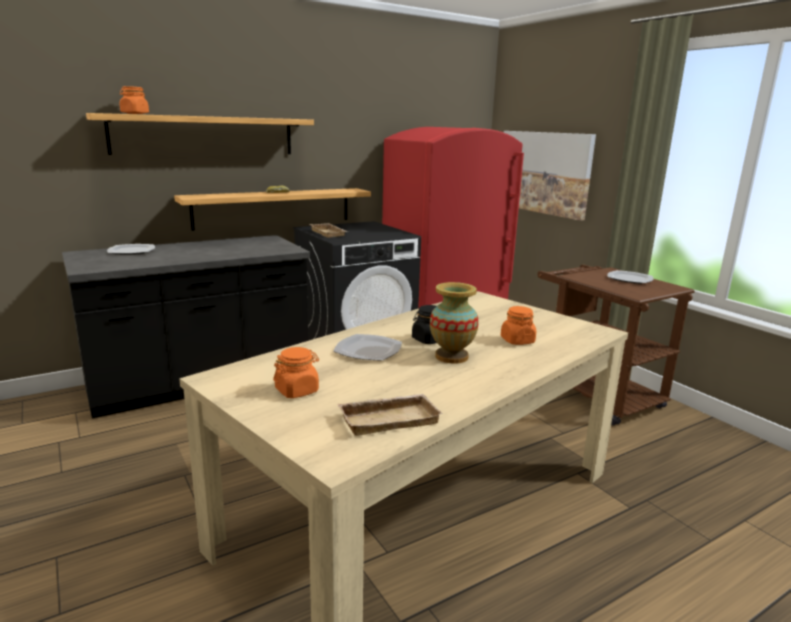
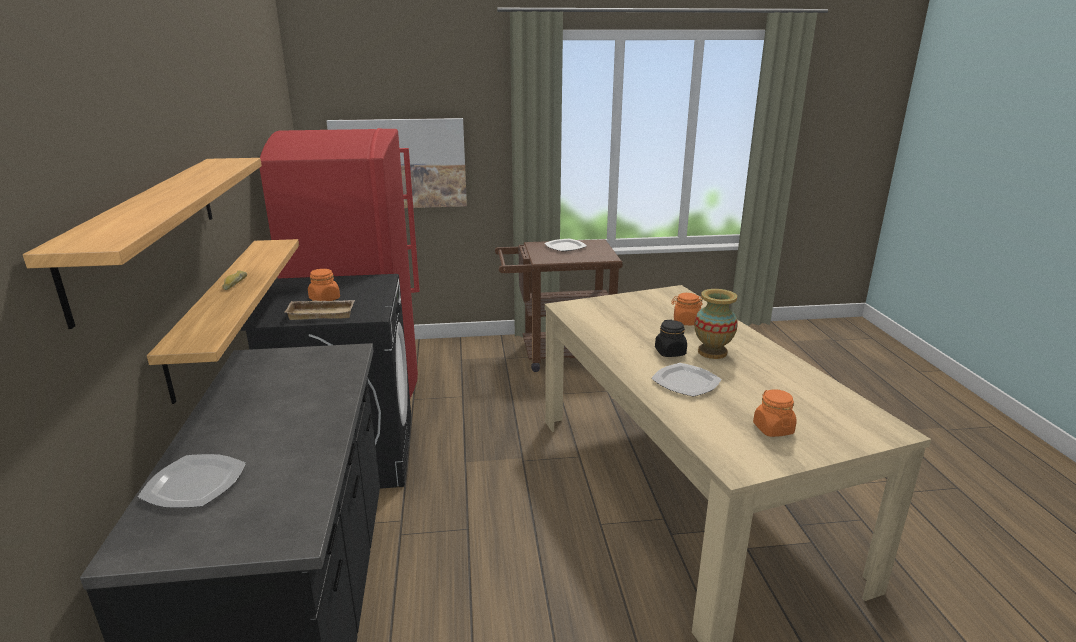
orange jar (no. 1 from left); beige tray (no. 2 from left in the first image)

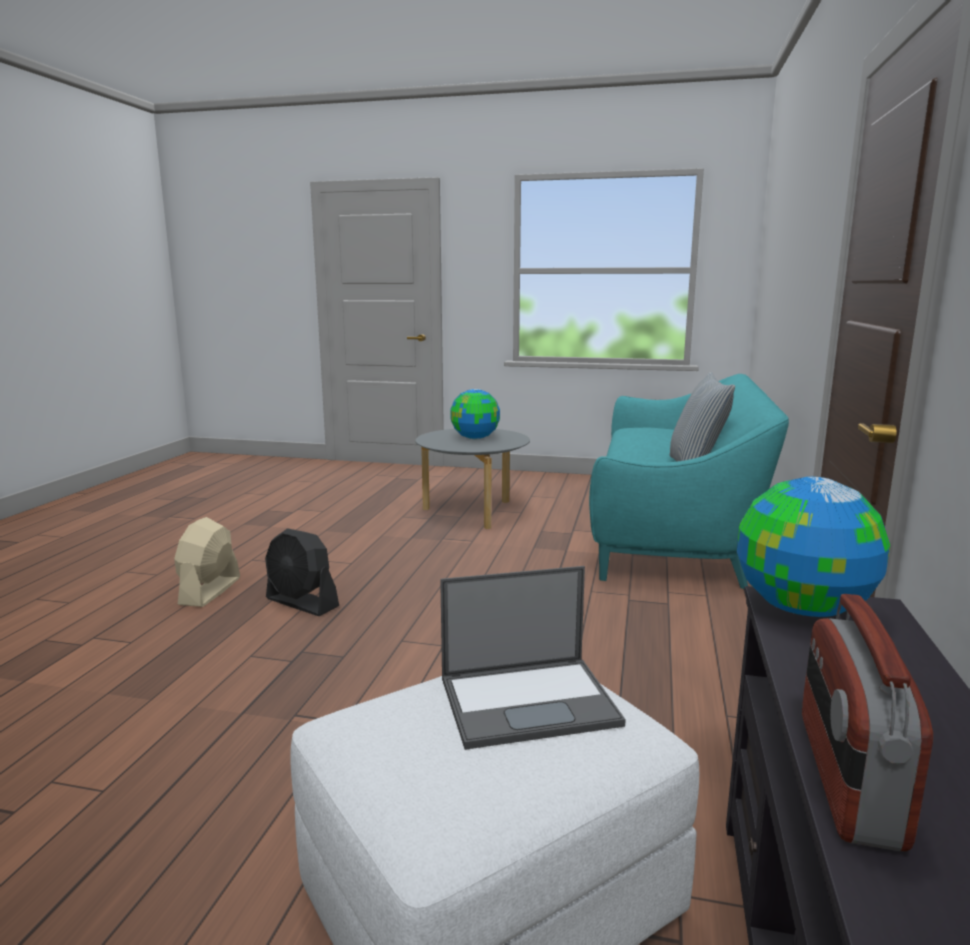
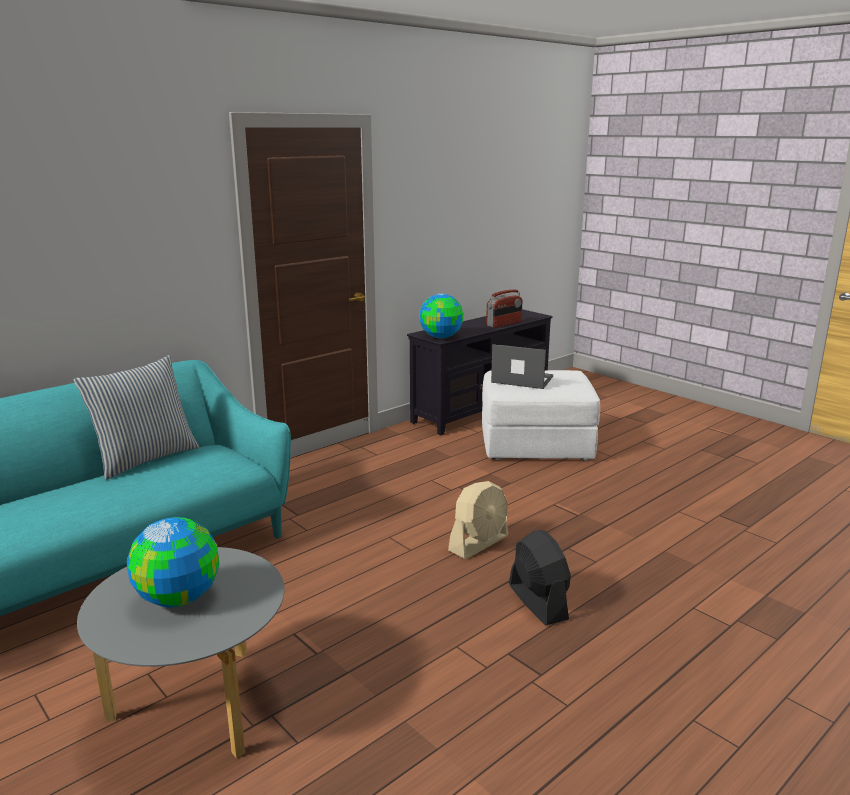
beige fan

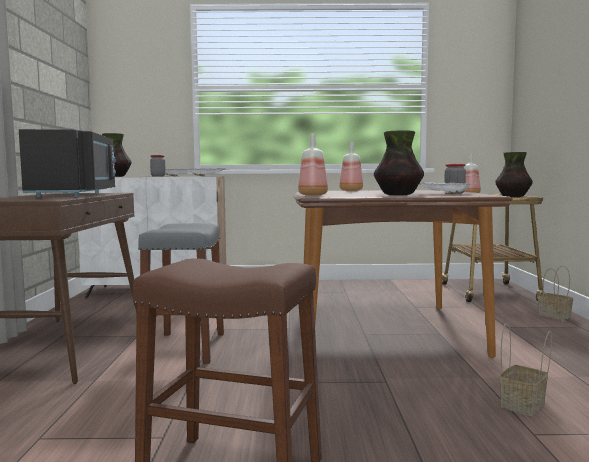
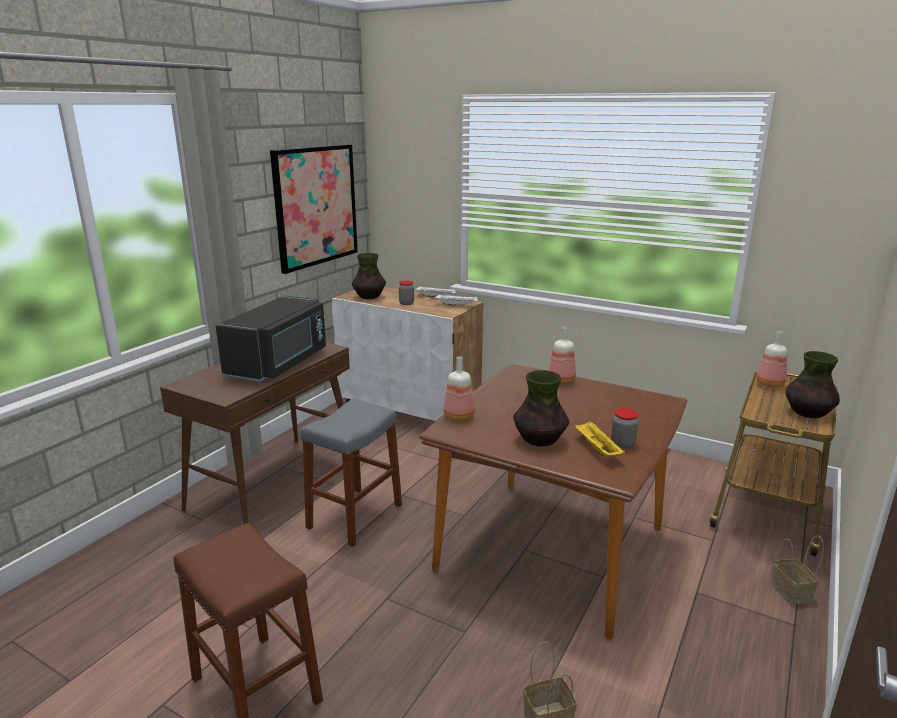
yellow tray; picture

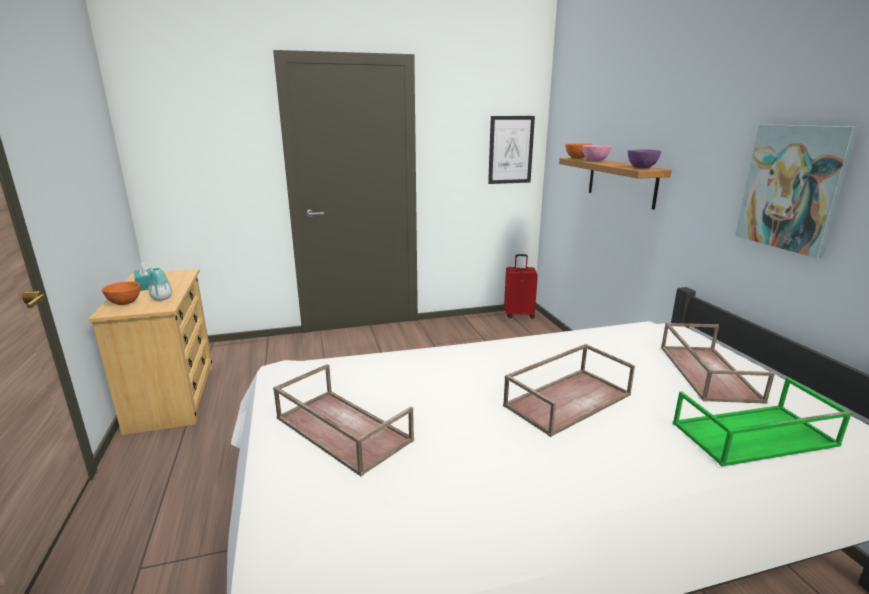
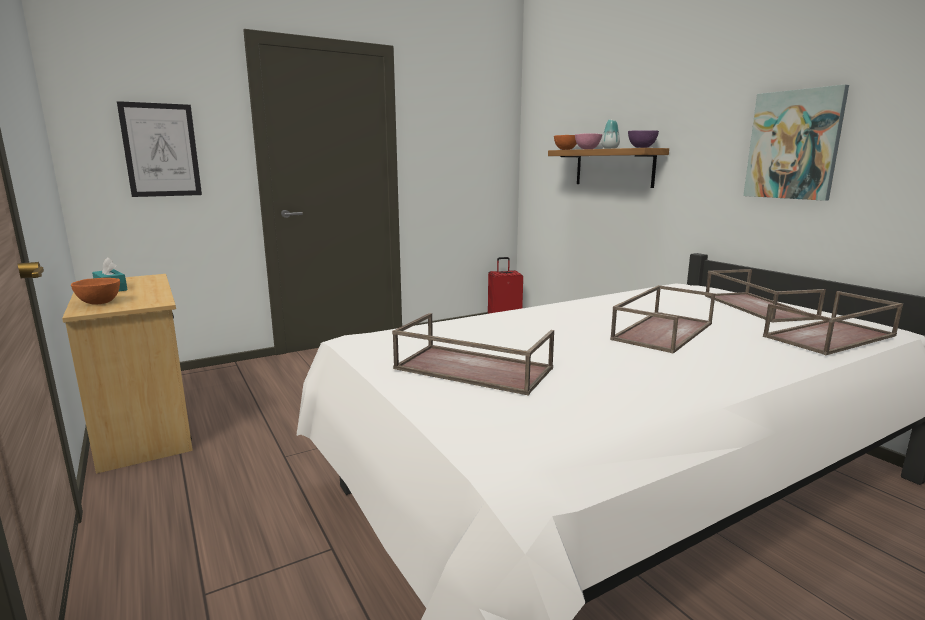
vase; picture (no. 1 from left); brown tray (no. 4 from left)

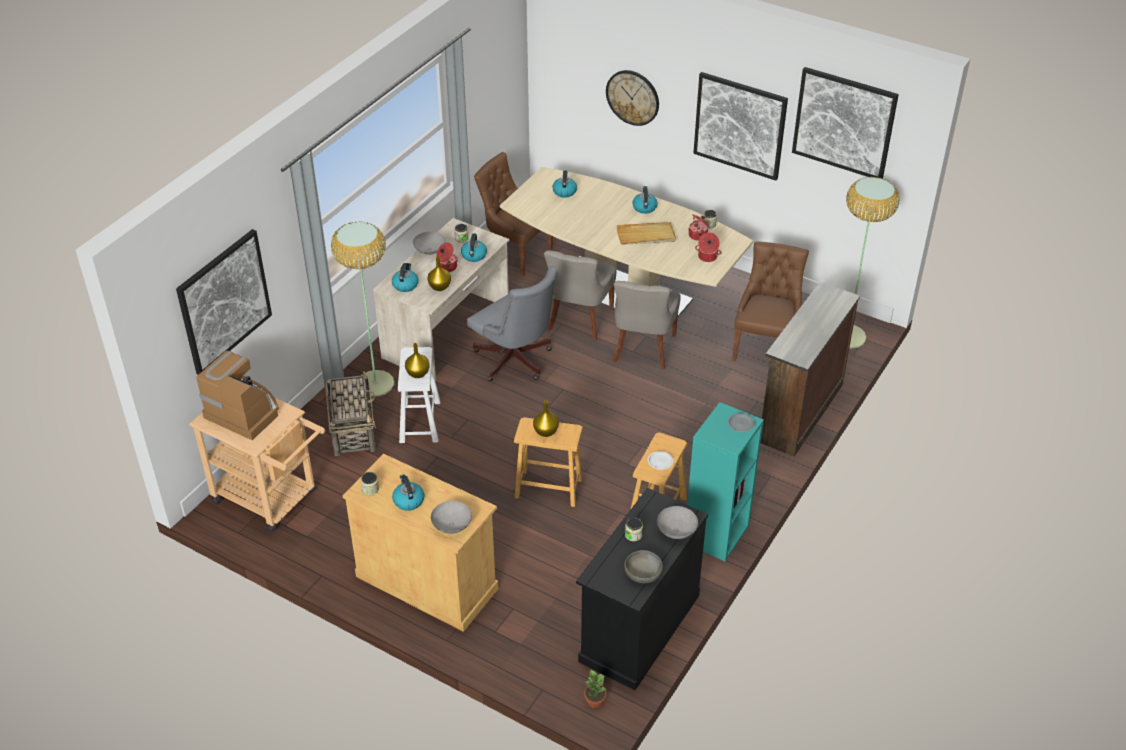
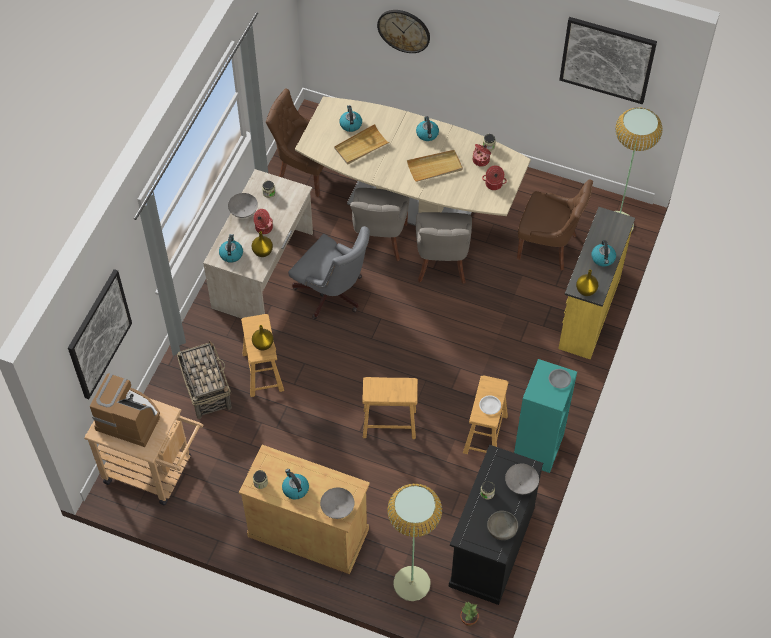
floor lamp (no. 1 from left); brown stool (no. 1 from left); kettle (no. 5 from left); yellow vase (no. 3 from left); picture (no. 2 from left in the first image); brown chair (no. 2 from left); yellow dresser; beige tray (no. 1 from left)

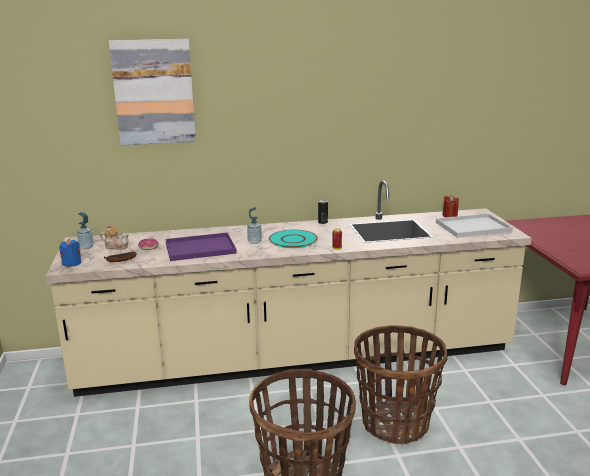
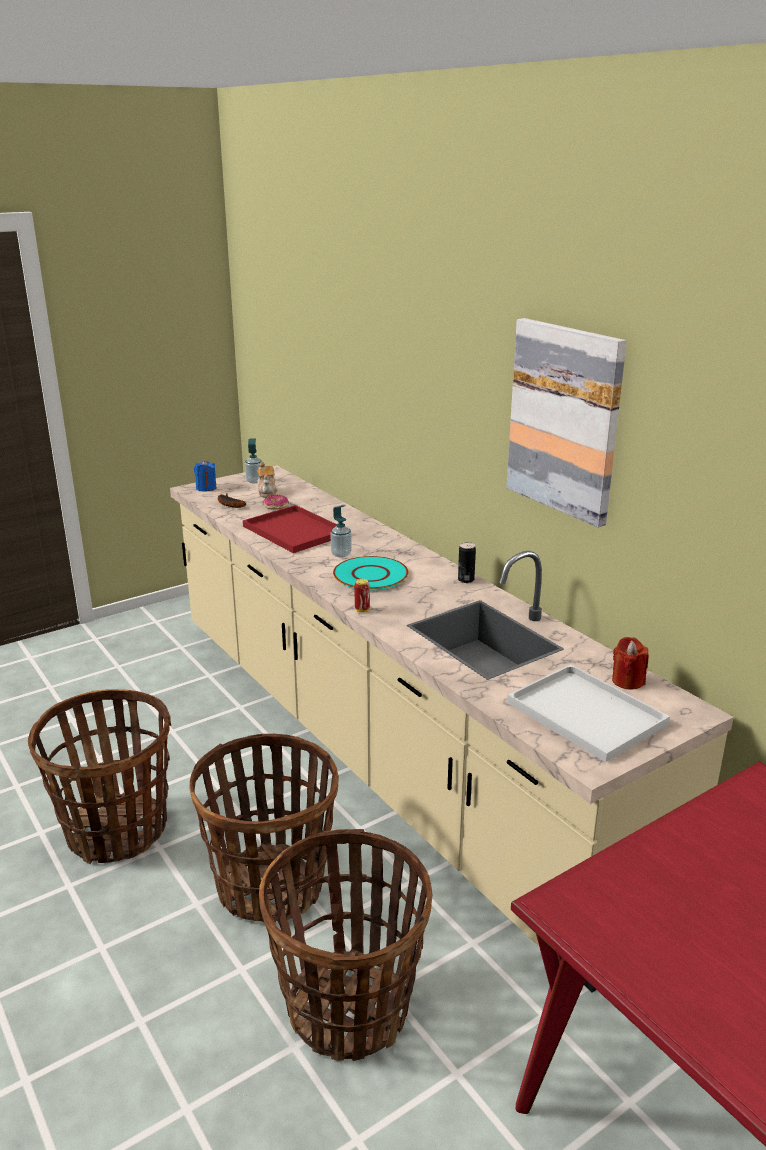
picture; red tray; basket (no. 3 from left)

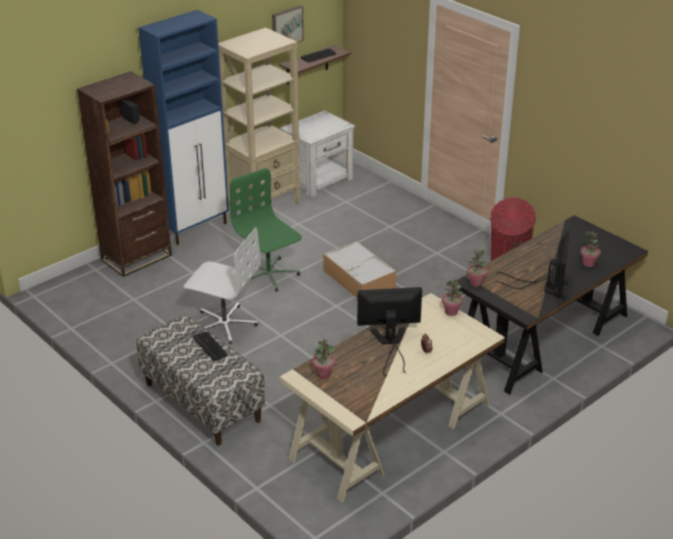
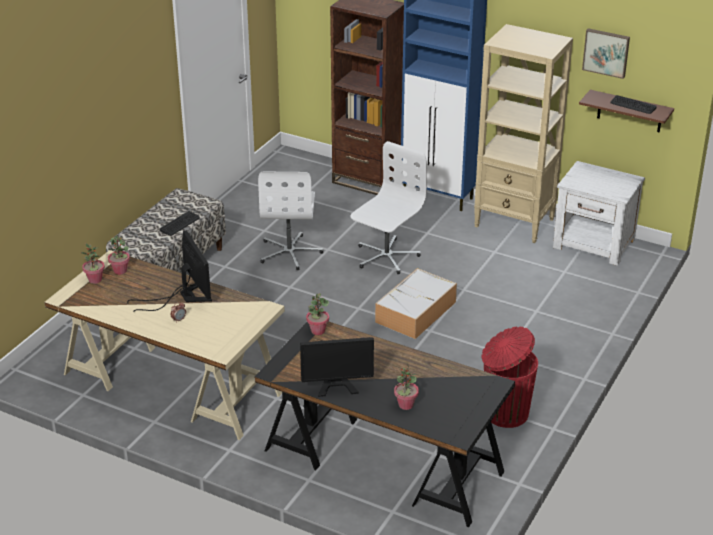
white office chair (no. 2 from left); potted plant (no. 1 from left)

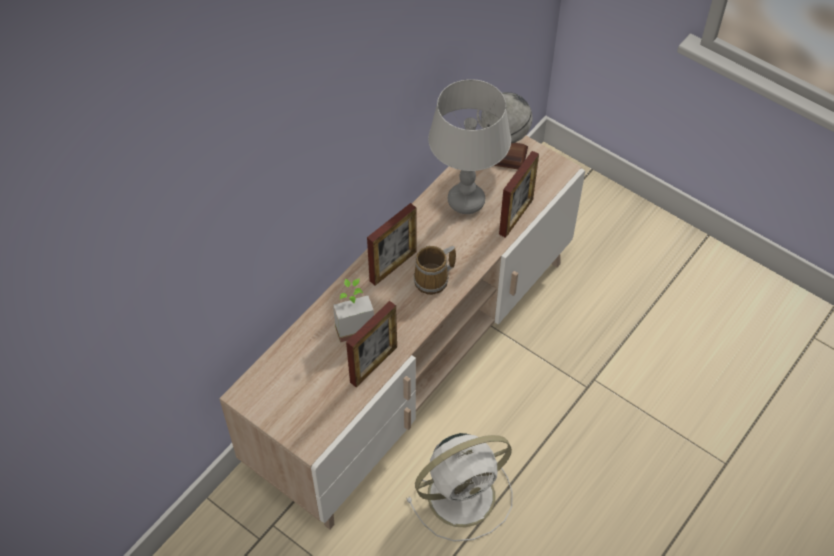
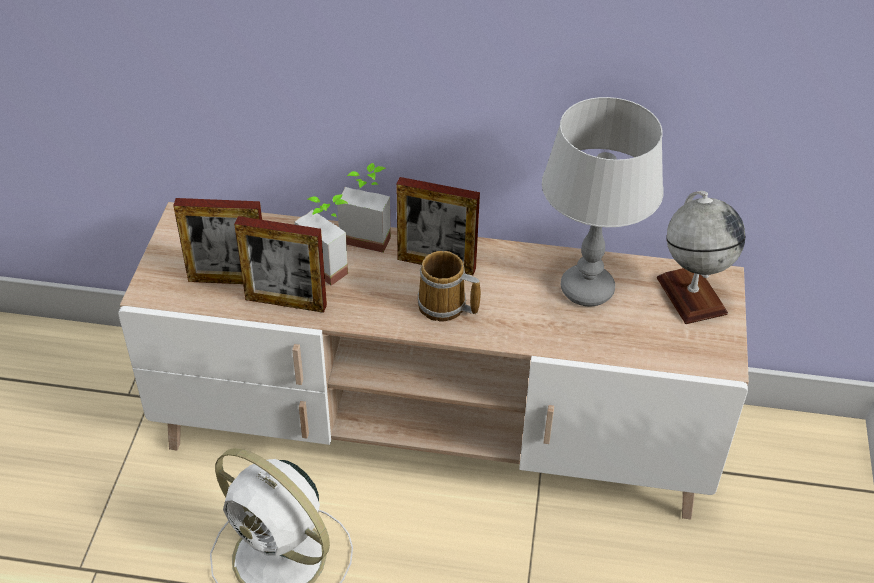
picture frame (no. 1 from left); potted plant (no. 2 from left)

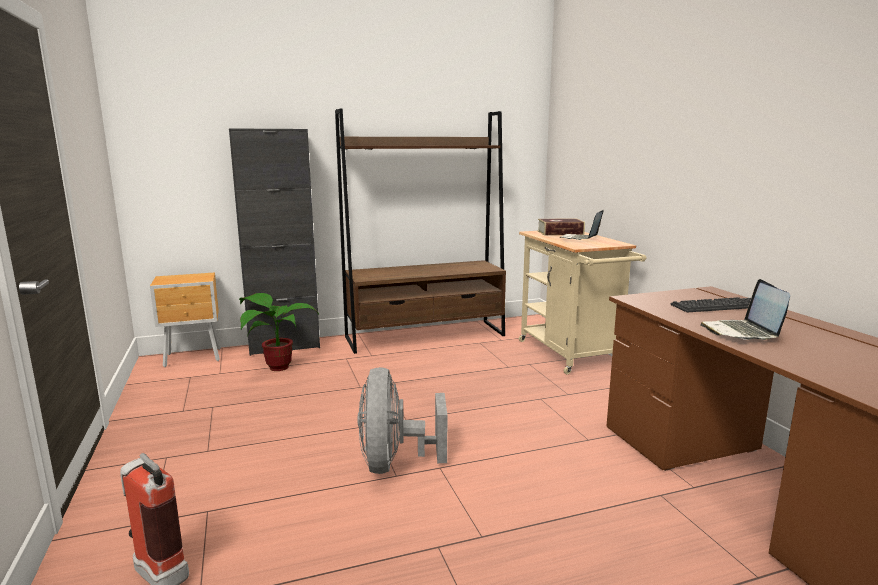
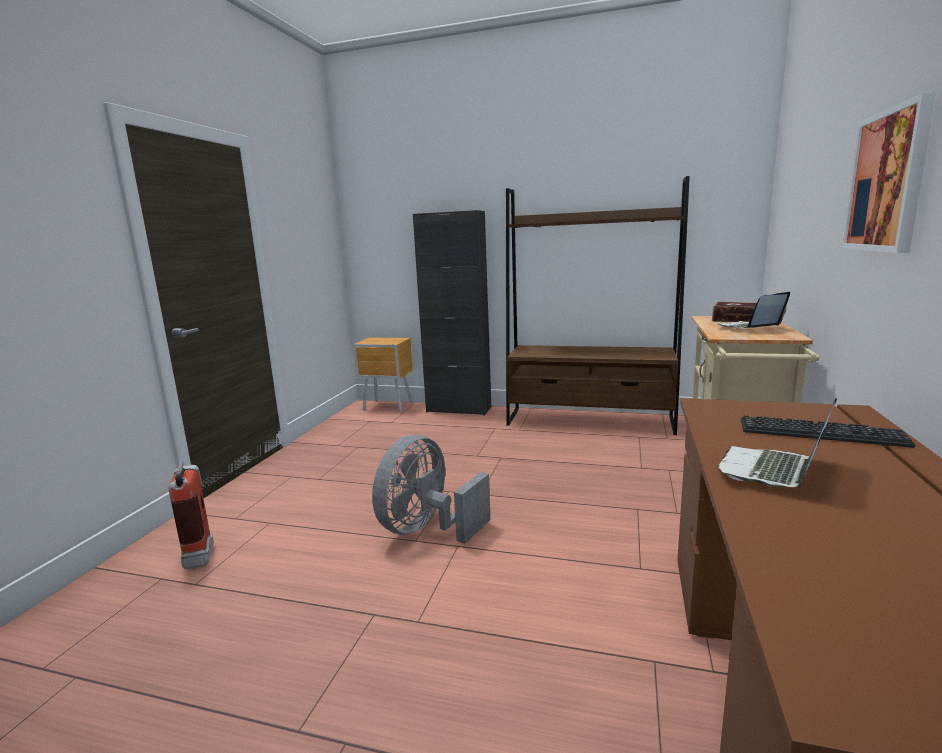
potted plant; picture

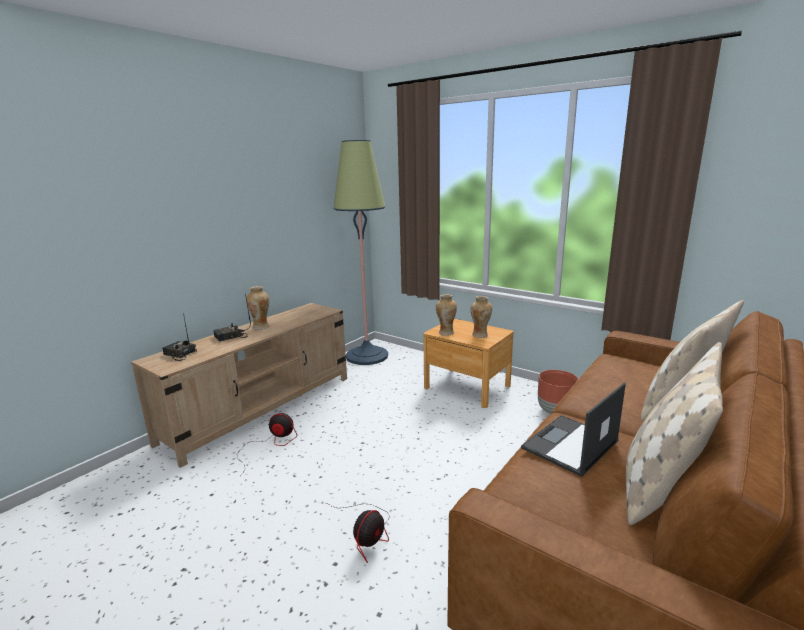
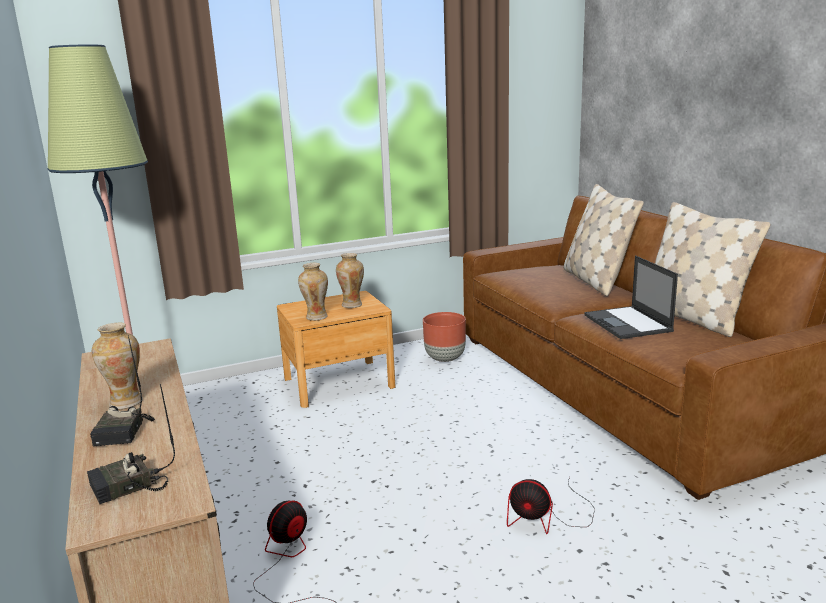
fan (no. 2 from left)

